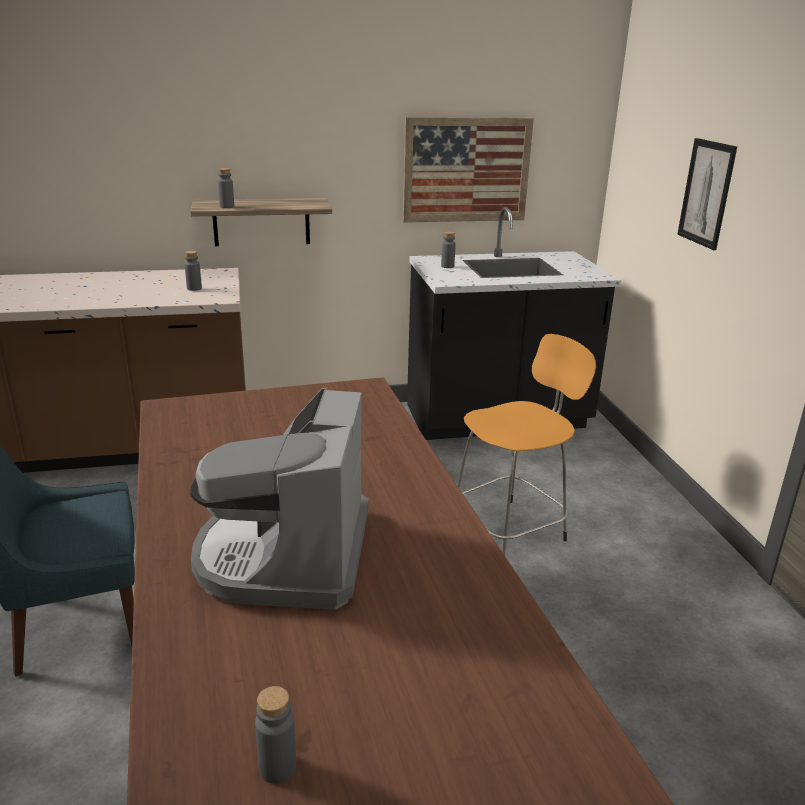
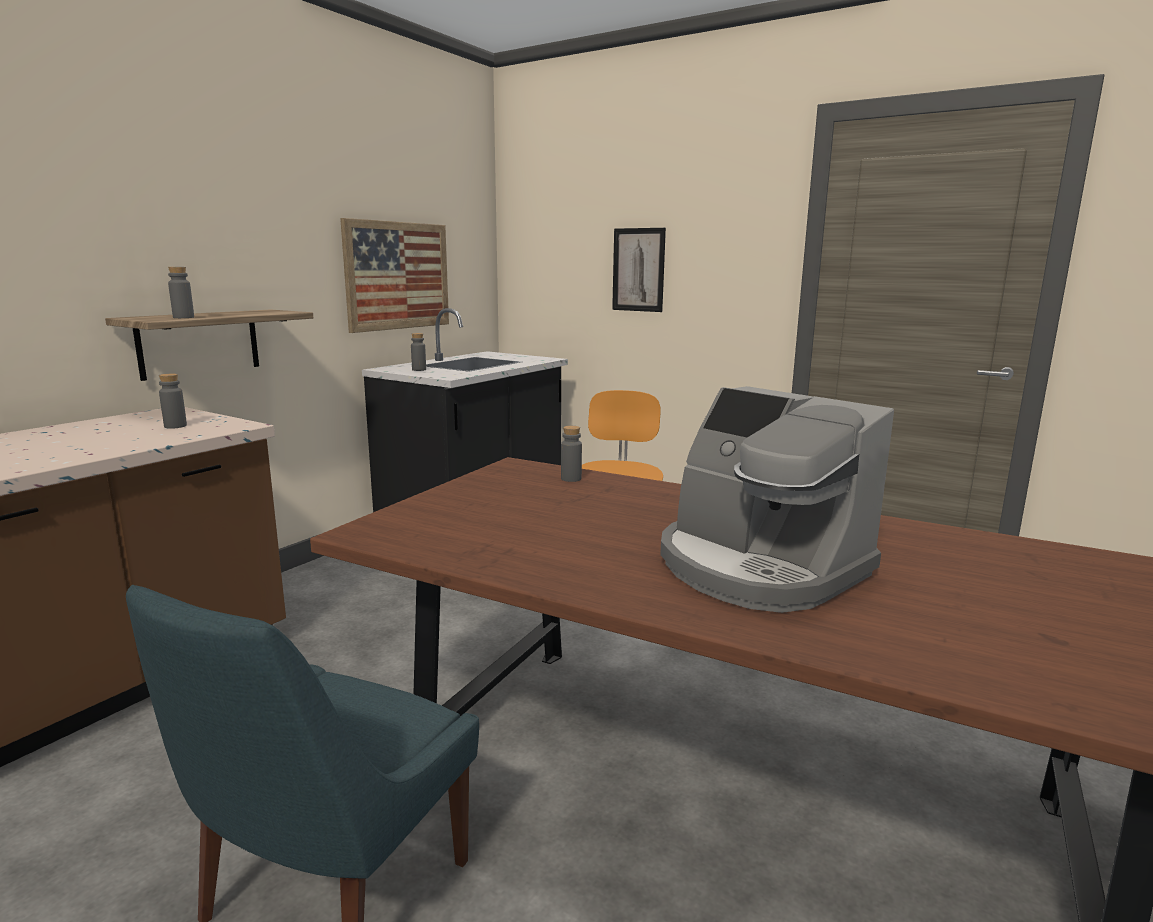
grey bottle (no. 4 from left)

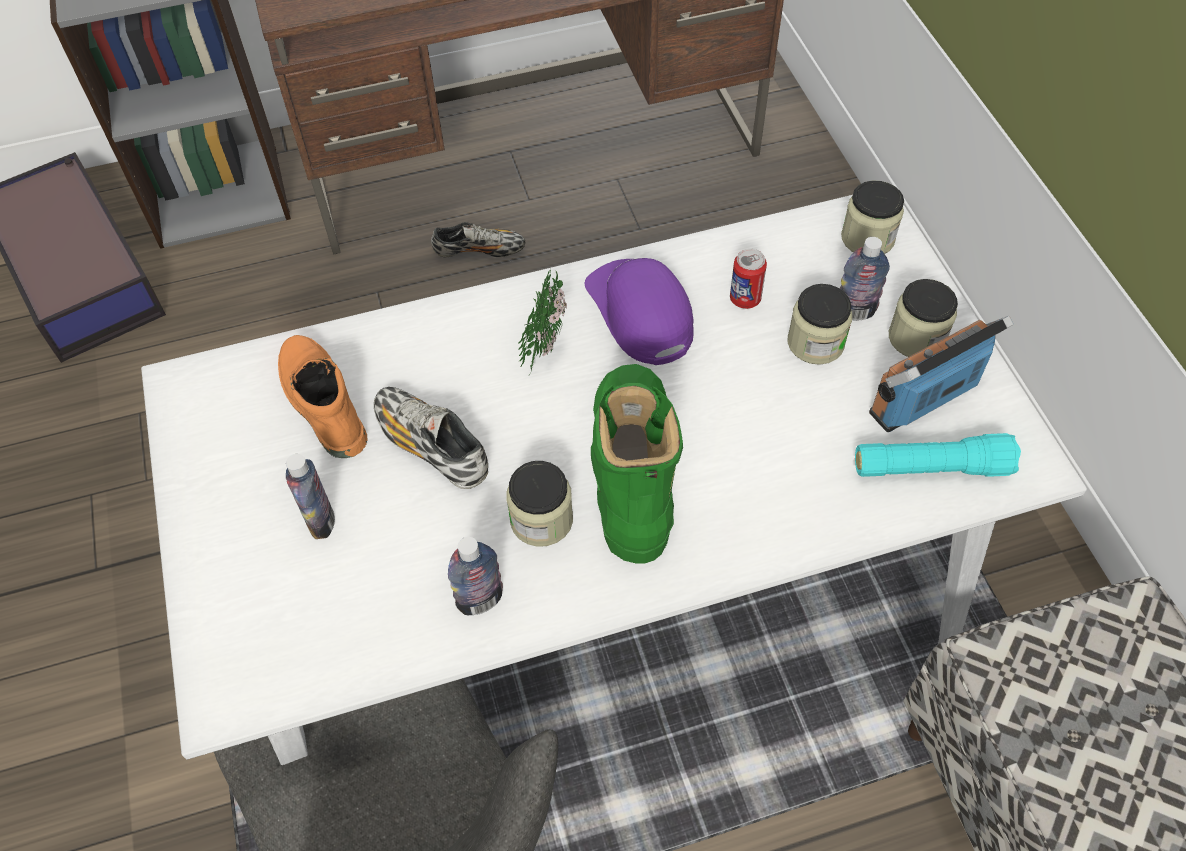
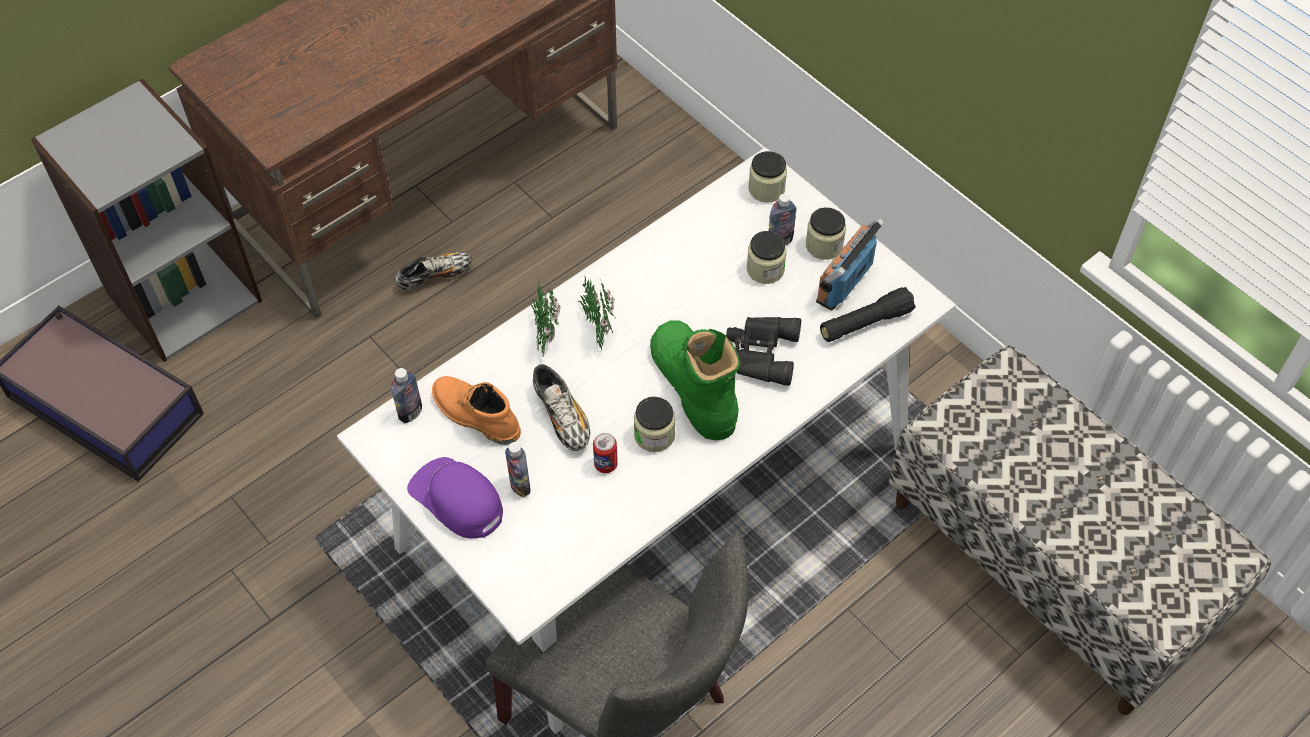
shoe (no. 2 from left); bottle (no. 1 from left); purple cap; can; black flashlight; potted plant (no. 1 from left); black binoculars

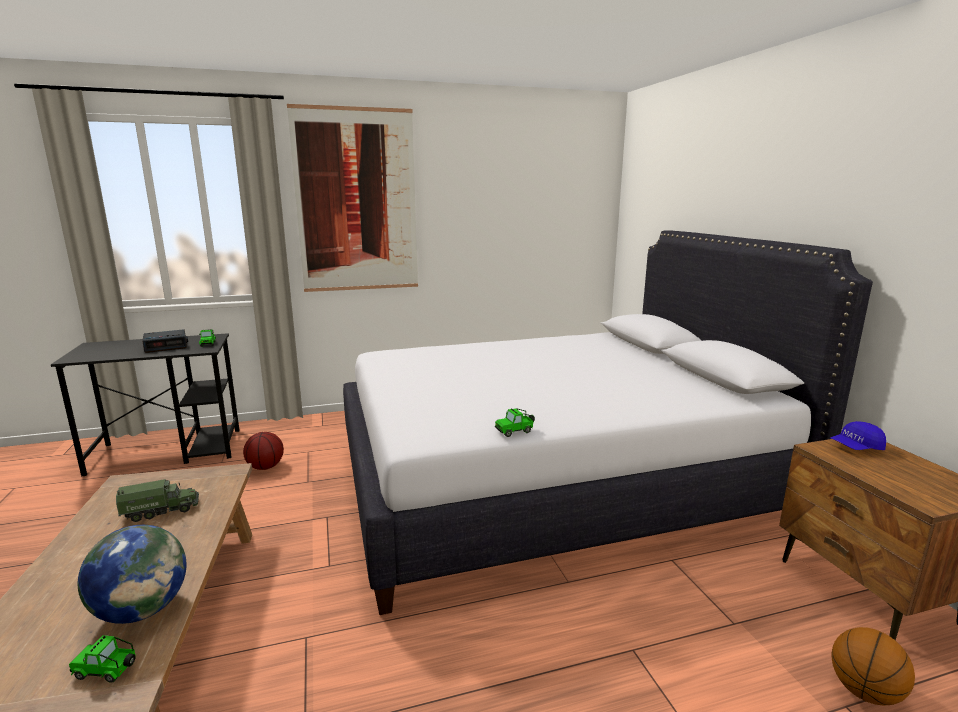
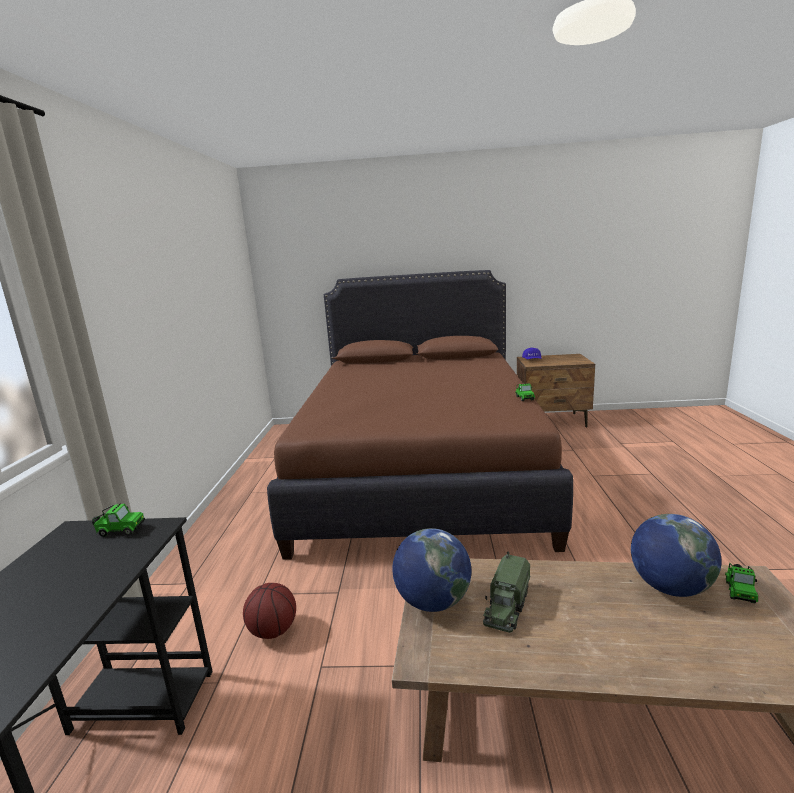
toy truck; alarm clock; picture; brown bed; basketball (no. 2 from left in the first image); globe (no. 1 from left)

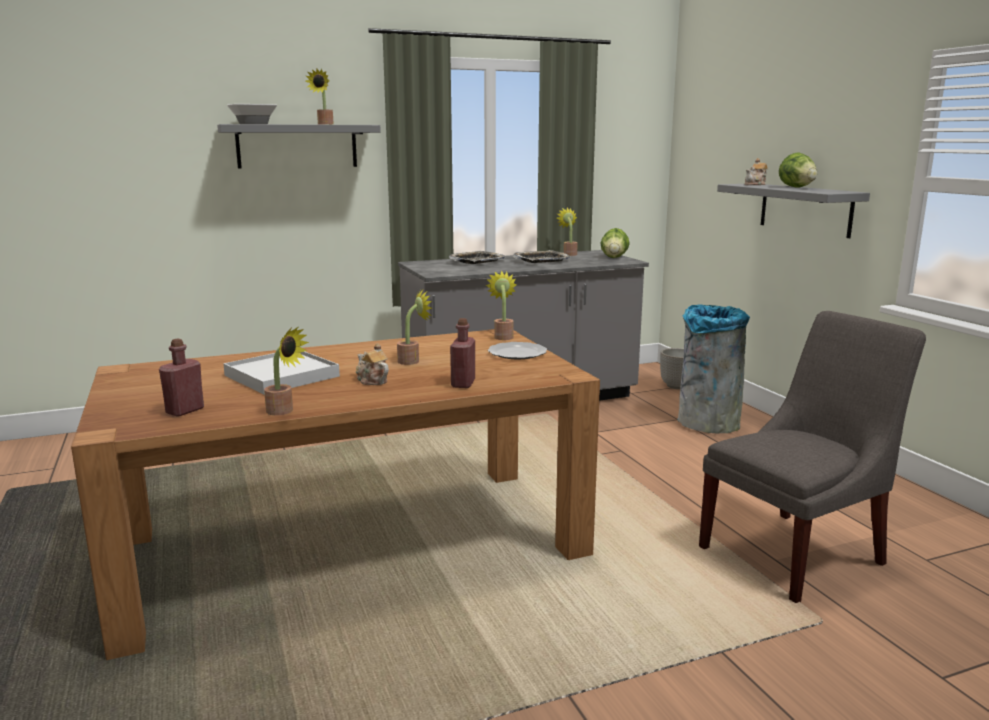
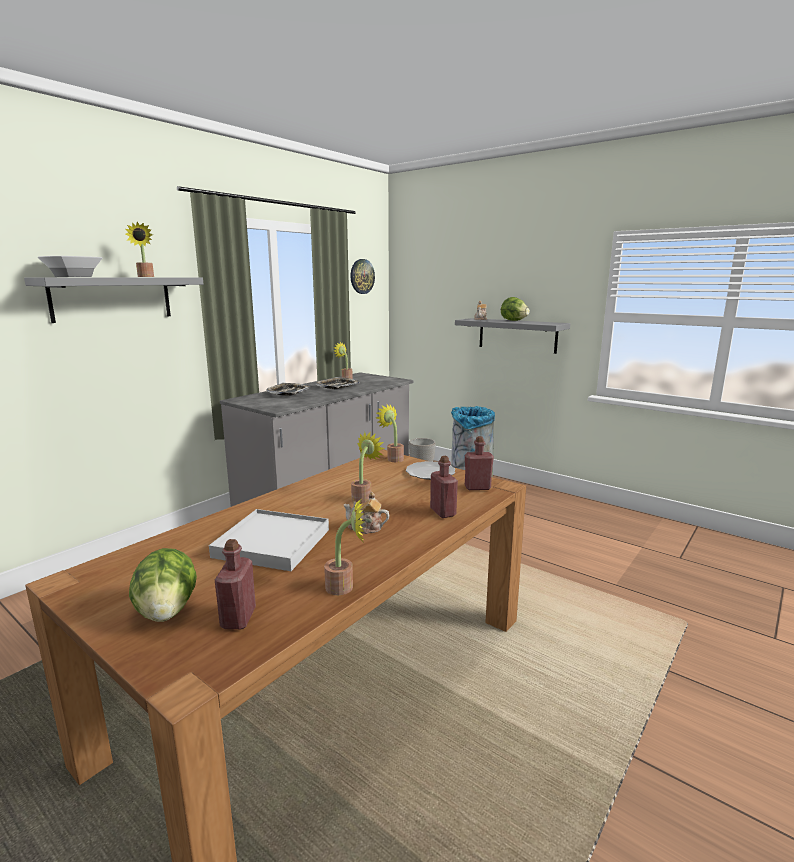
lettuce (no. 1 from left); grey chair; wall clock; red bottle (no. 3 from left)

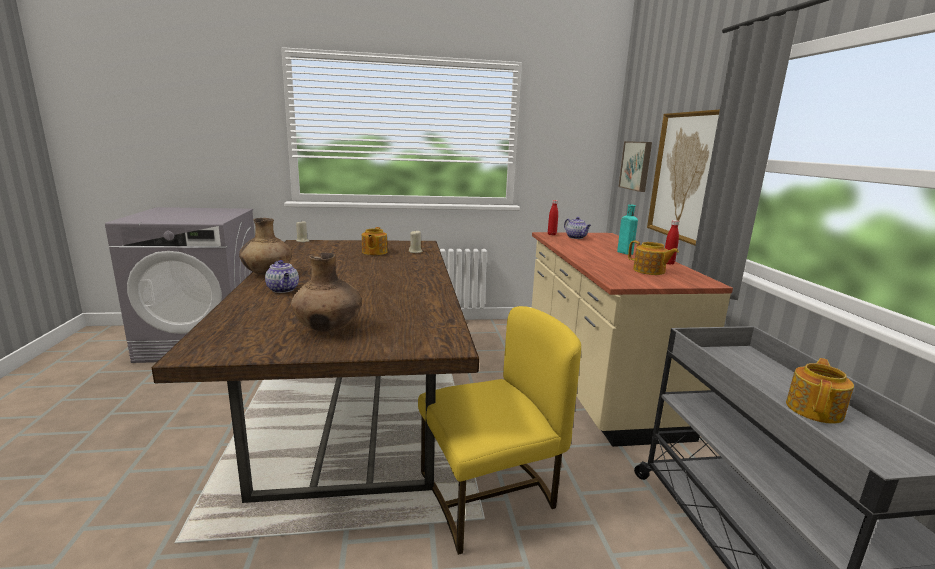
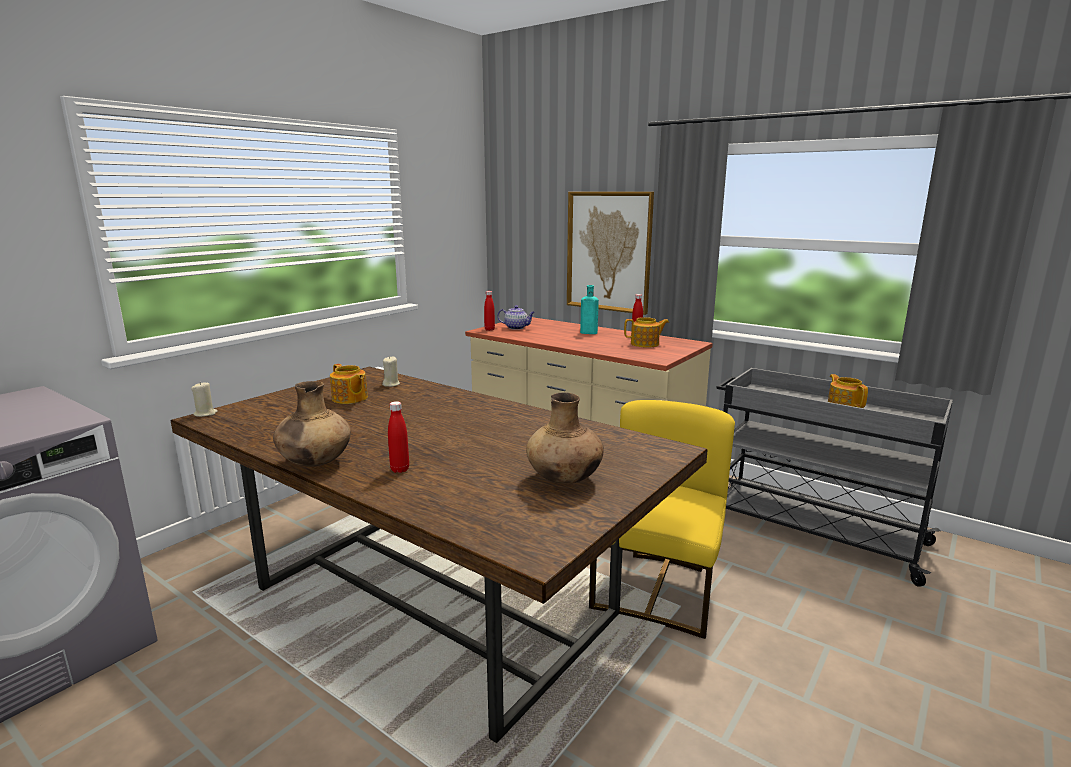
red bottle (no. 1 from left); picture (no. 1 from left in the first image)

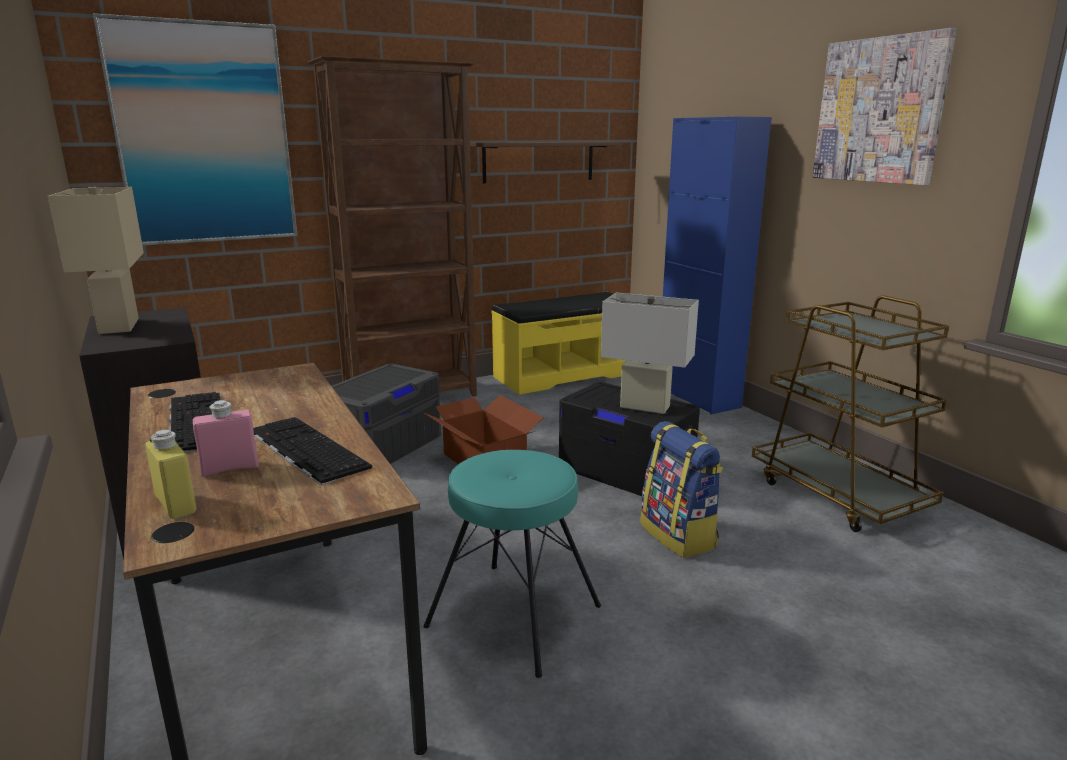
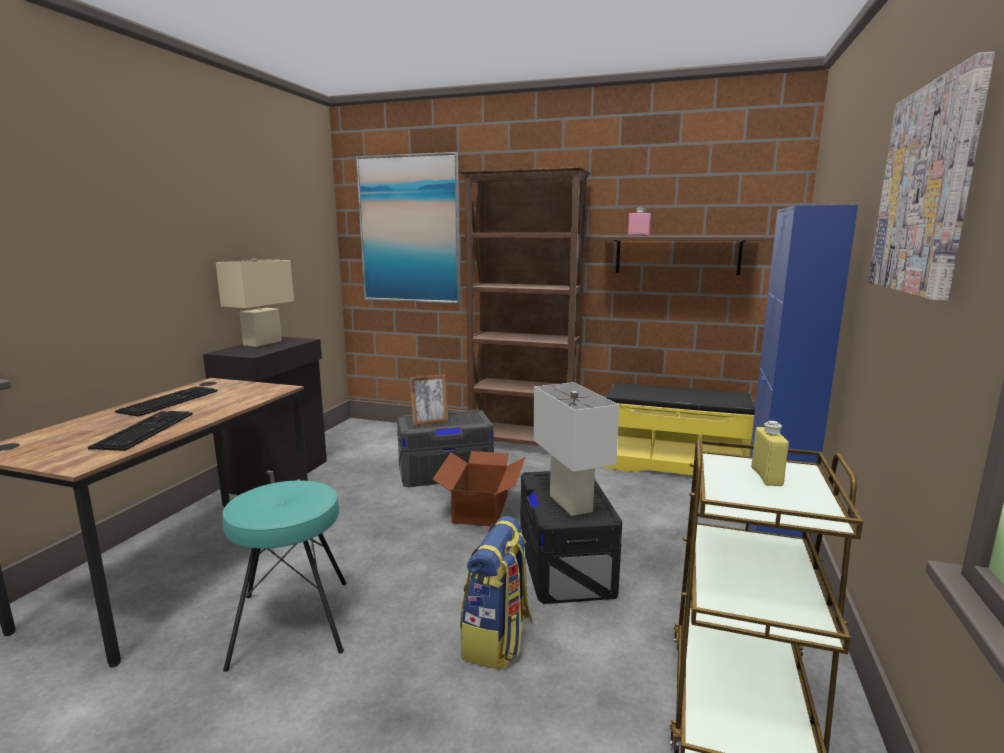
yellow bottle; pink bottle; picture frame

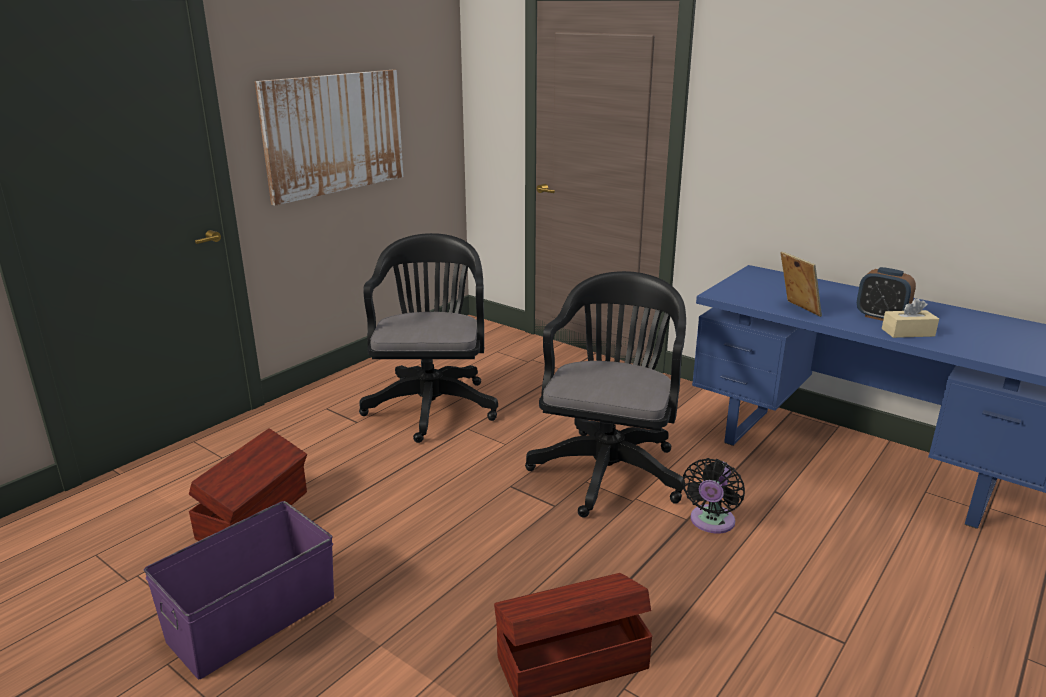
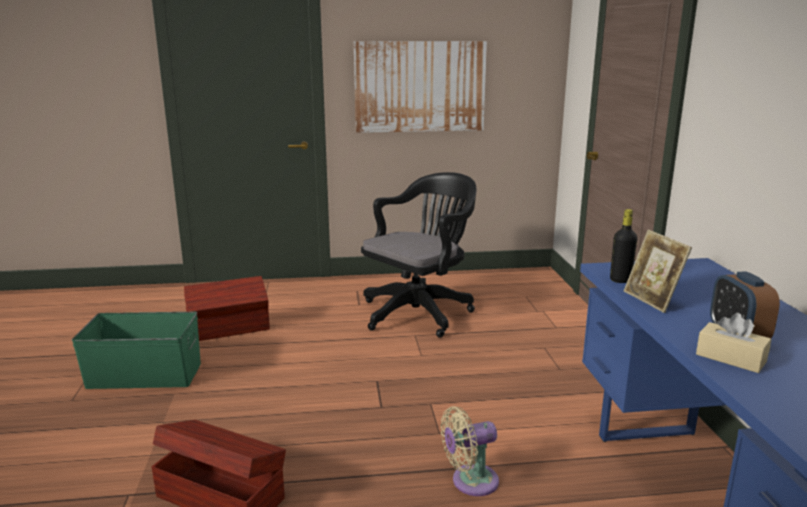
green storage box; black office chair (no. 2 from left in the first image); beige fan; picture frame; black bottle

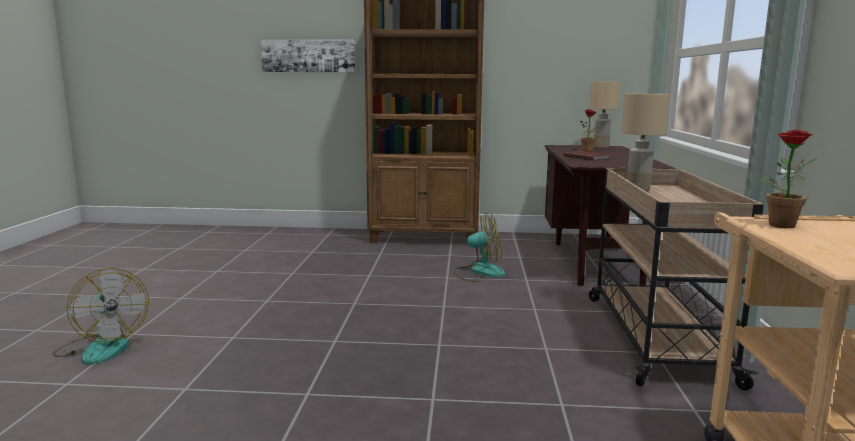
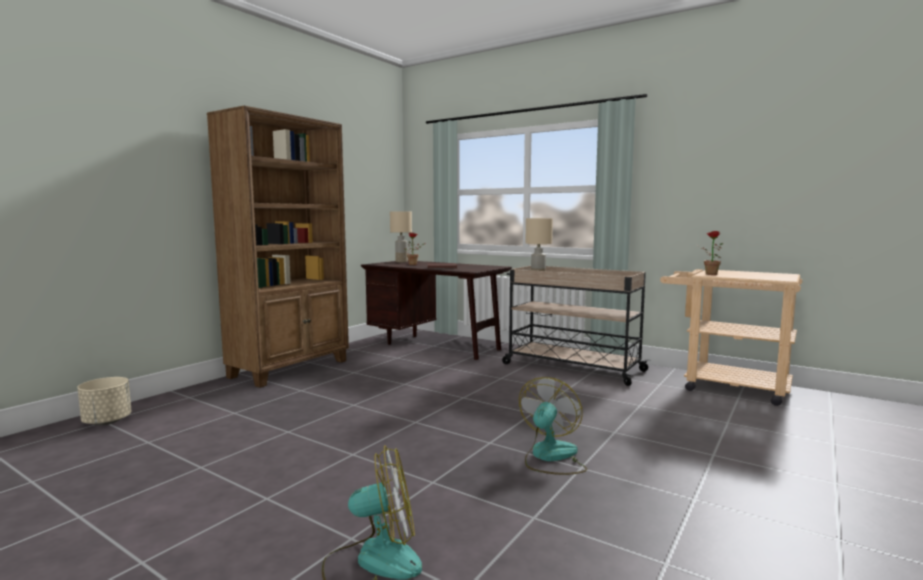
picture; fan (no. 2 from left); beige planter

